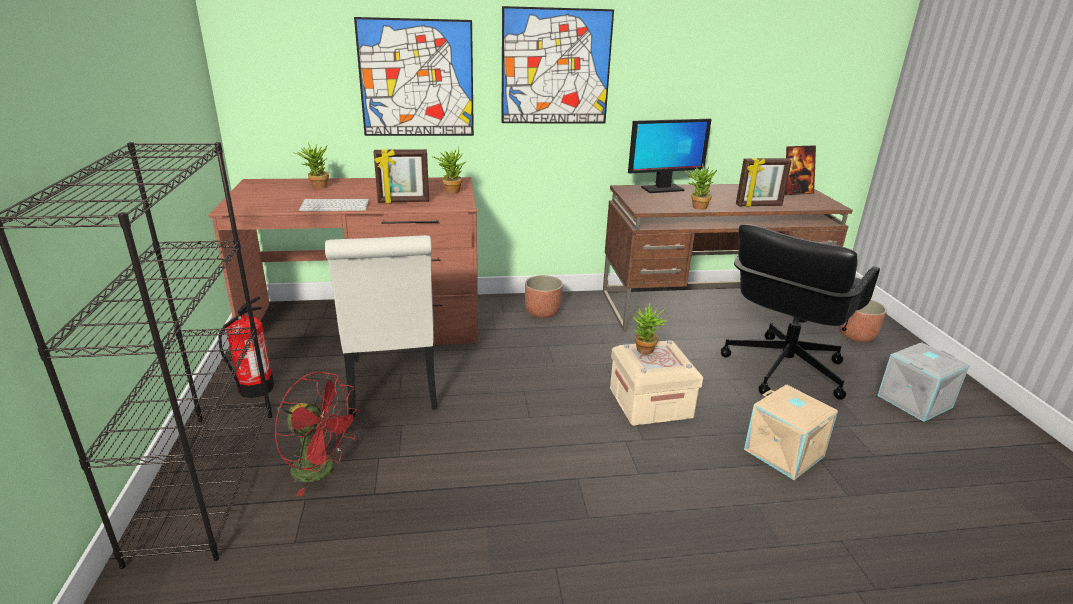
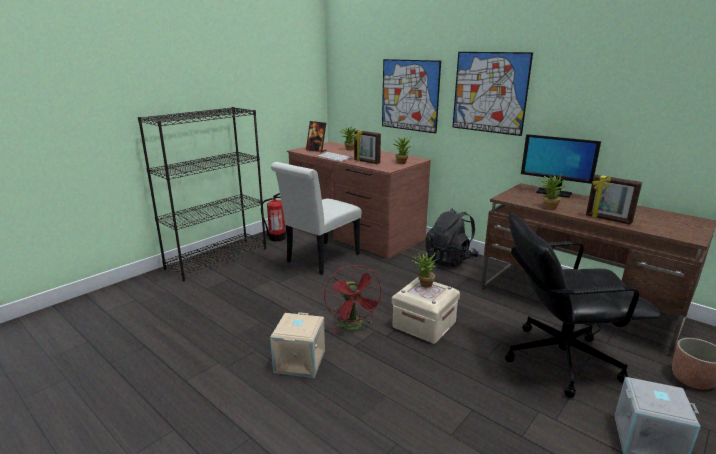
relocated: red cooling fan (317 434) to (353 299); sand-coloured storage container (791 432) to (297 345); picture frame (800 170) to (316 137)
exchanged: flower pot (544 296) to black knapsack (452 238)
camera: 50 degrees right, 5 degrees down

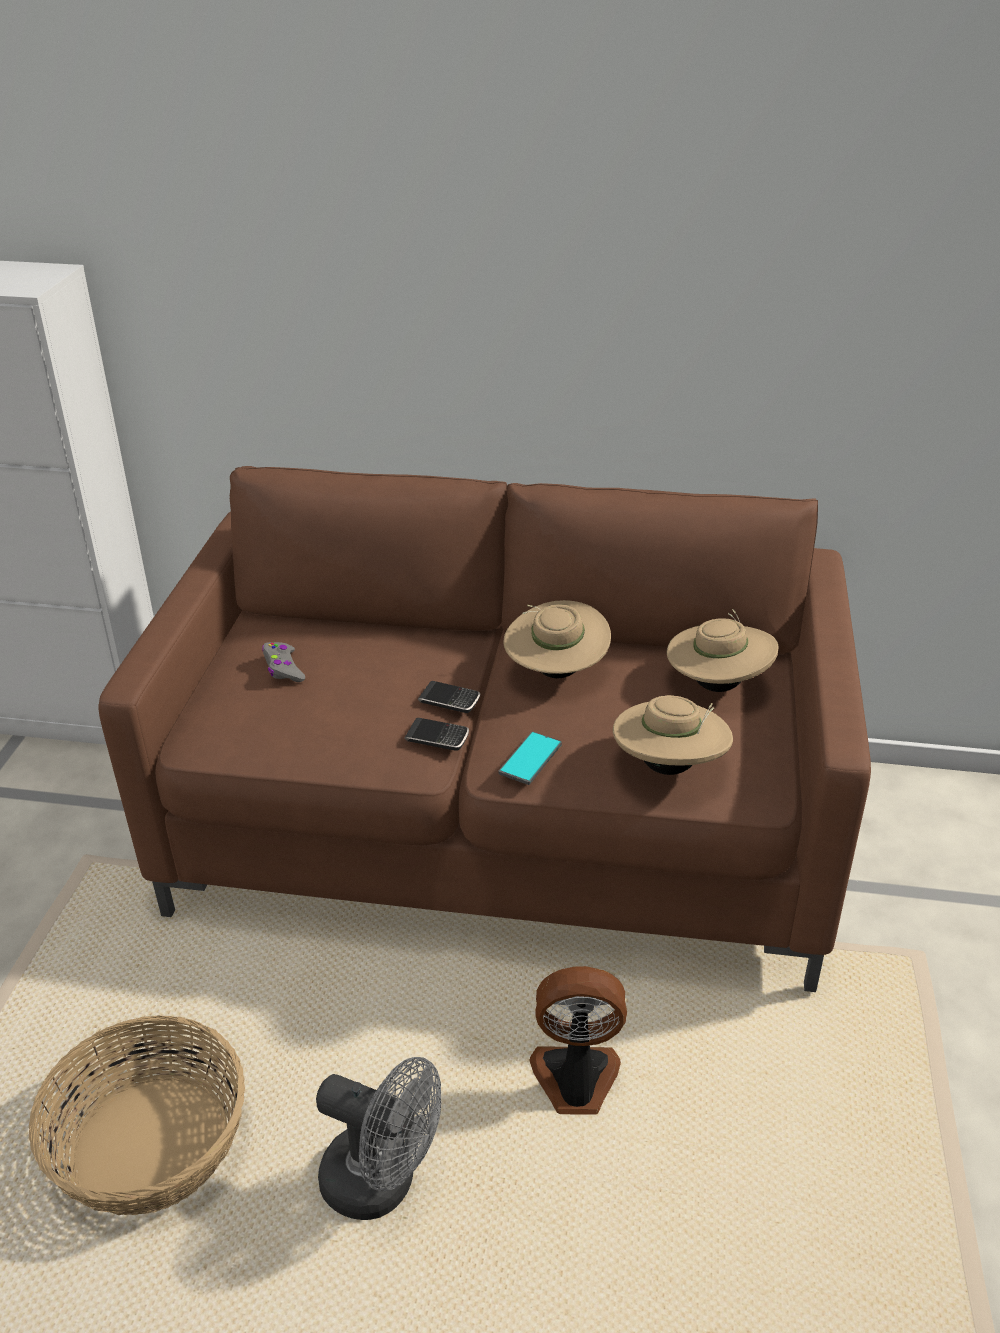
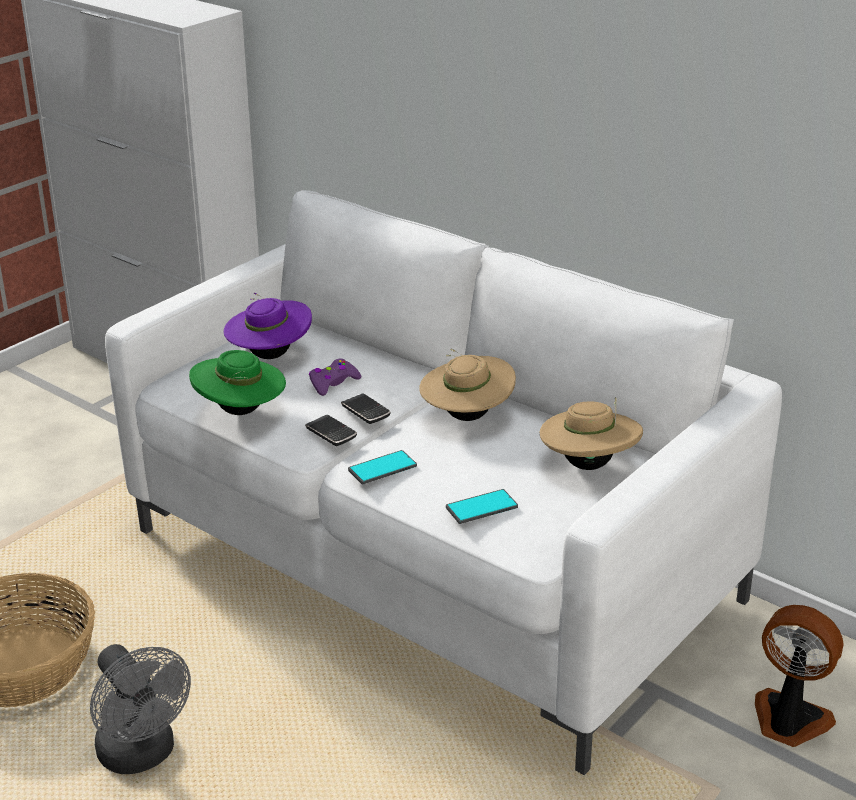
appeared: greenish hat (237 382); purple-coloured game controller (335 377)
relocated: cooling fan (578 1040) to (799 676)
exchanged: gray game controller (283 662) to purple-coloured hat (268 325); sand-coloured hat (673 735) to phone (482 506)
colour: brown-coloured sofa (484 729) to white-coloured sofa (443 482)
camera: 30 degrees right, 5 degrees down

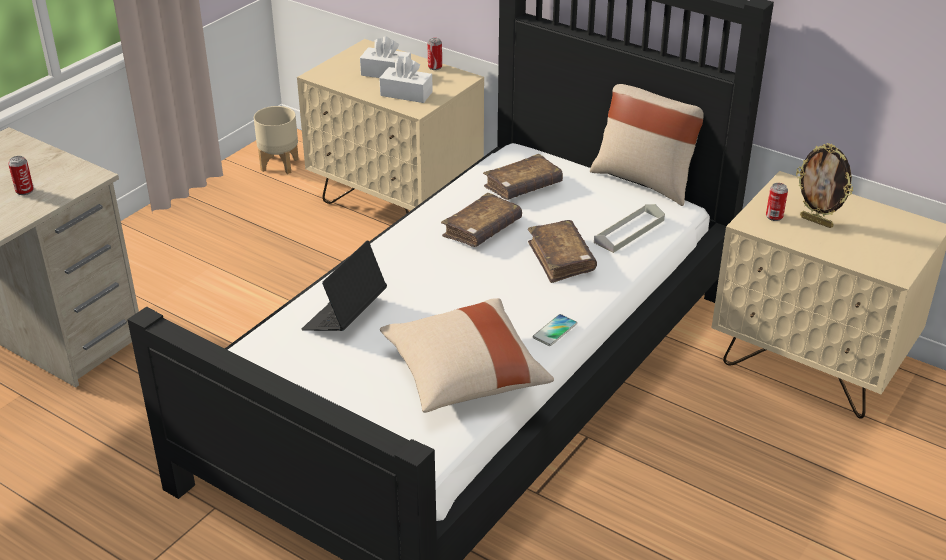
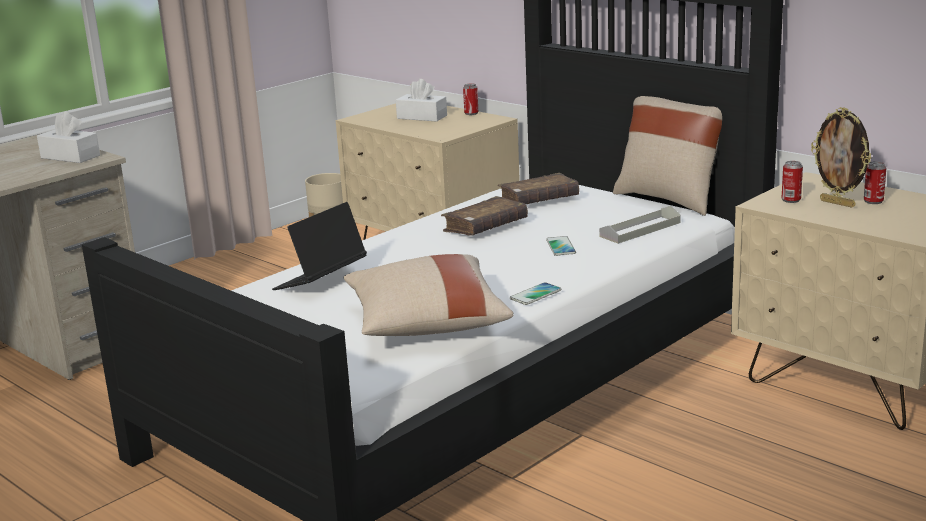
relocated: can (21 175) to (875 182); white-coloured tissue box (406 79) to (68 137)
exchanged: brown-coloured volume (562 251) to phone (561 246)
camera: 10 degrees right, 15 degrees down

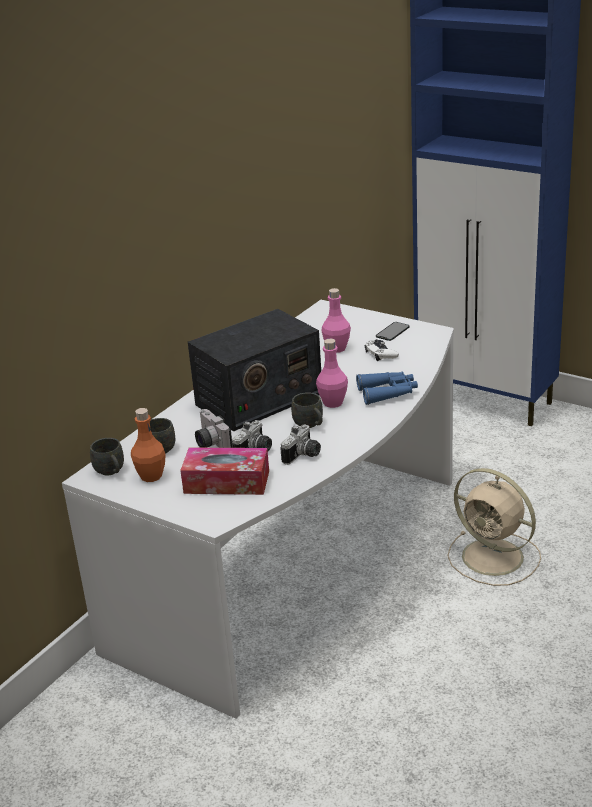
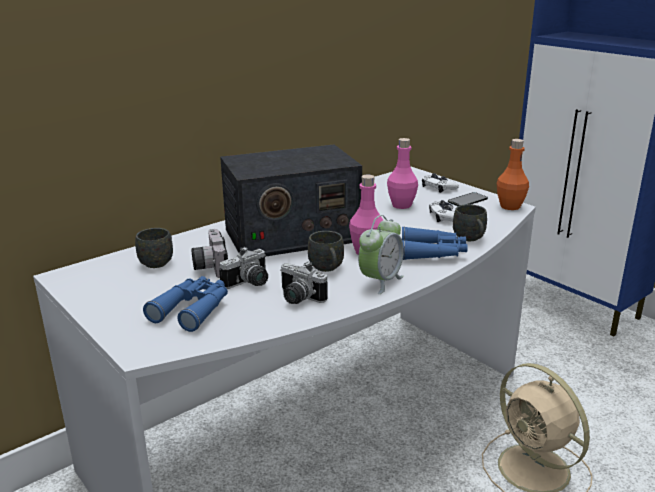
appeared: table clock (381 254); white-coloured game controller (440 183)
relocated: gray coffee mug (107 456) to (470 222); orange drink bottle (148 445) to (513 174)
exchanged: tissue box (224 471) to bluish binoculars (185 304)
spun: photo camera (300 444) = (304 282) 75 degrees clockwise
camera: 15 degrees right, 5 degrees down

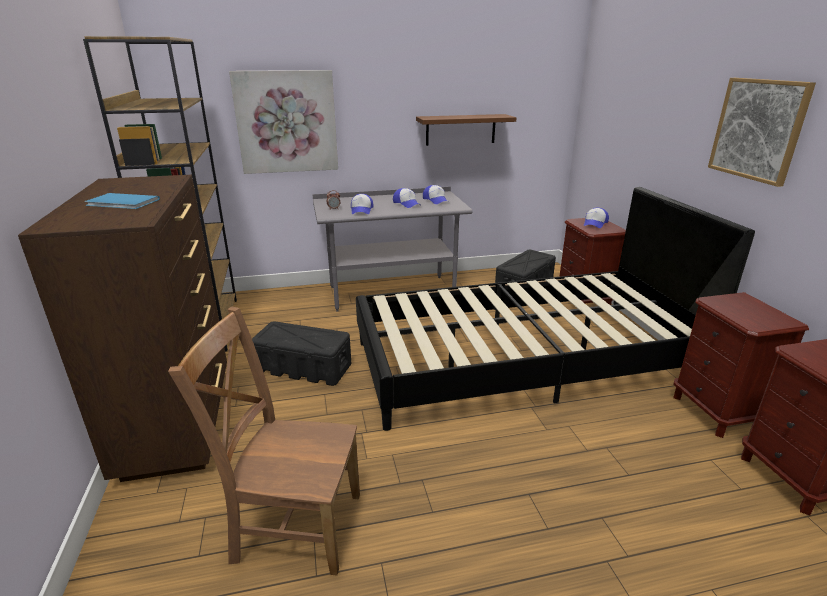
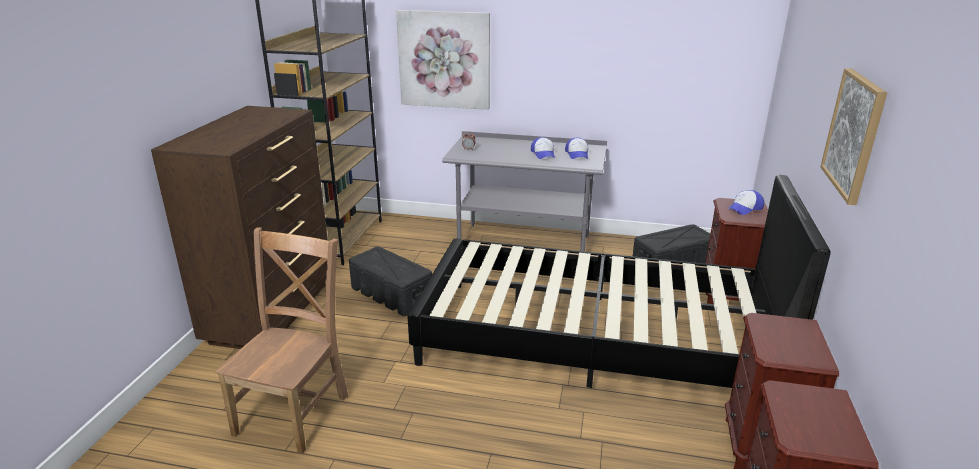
missing: bluish volume (122 201); cap (362 204); brown-coloured bracket shelf (466 130)
spun: brown-coloured upright chair (264 441) = (281 340) 75 degrees clockwise
camera: 25 degrees right, 0 degrees up

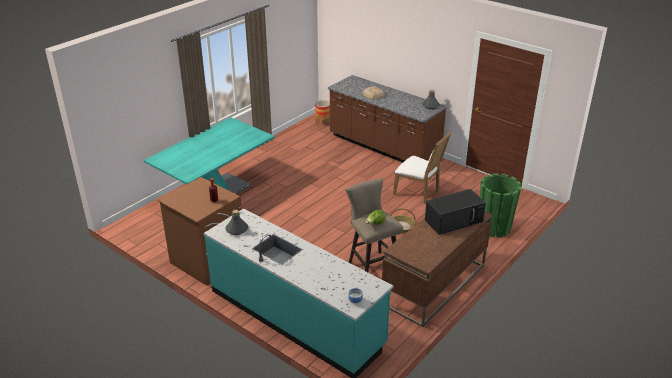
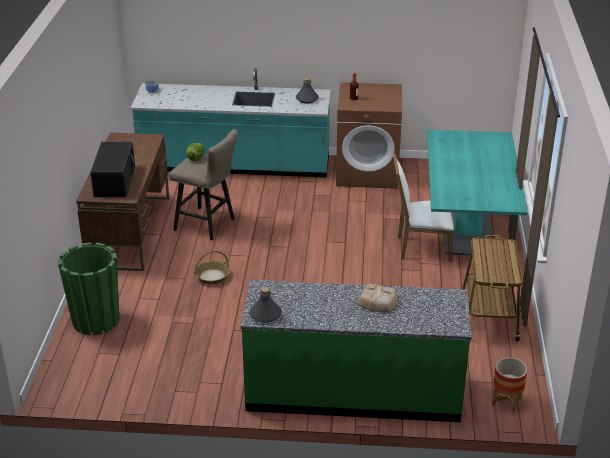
appeared: cart (492 288)
relocated: white-coloured upright chair (422 168) to (423 207)
colour: brown-coloured counter (387 119) to greenish counter (356 351)
spun: black microwave oven (455 212) = (112 169) 150 degrees clockwise
camera: 145 degrees right, 0 degrees up

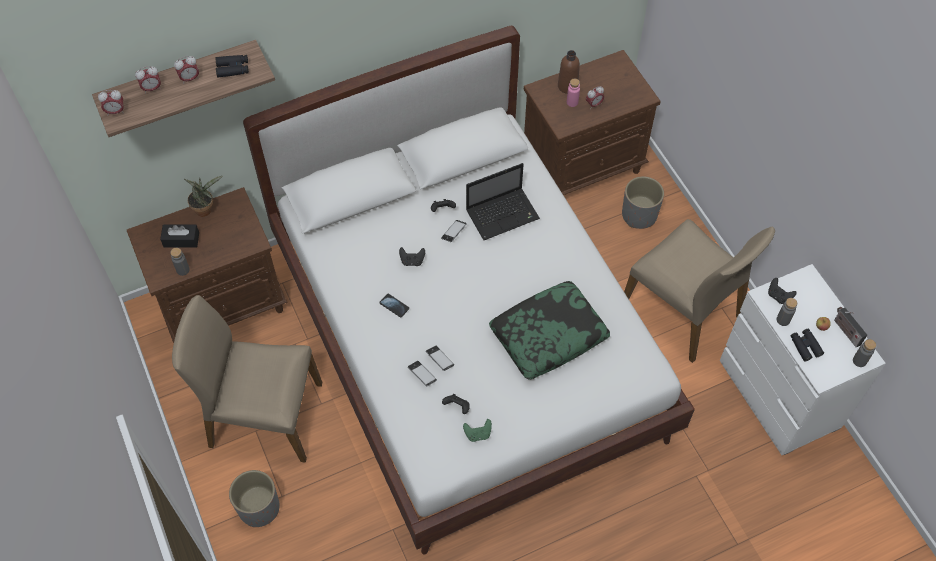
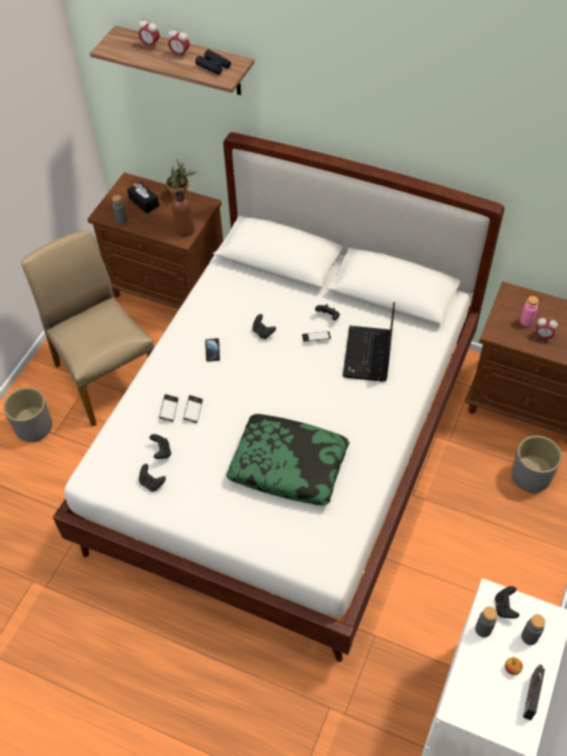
missing: table clock (111 103); sand-coloured upright chair (699 291); black binoculars (807 345)
relocated: brown-coloured drink bottle (569 72) to (183 214); gray drink bottle (864 353) to (533 629)
colour: greenish game controller (477 430) to black game controller (152 478)
spun: portable computer (503 201) = (369 342) 75 degrees clockwise
camera: 50 degrees right, 5 degrees down

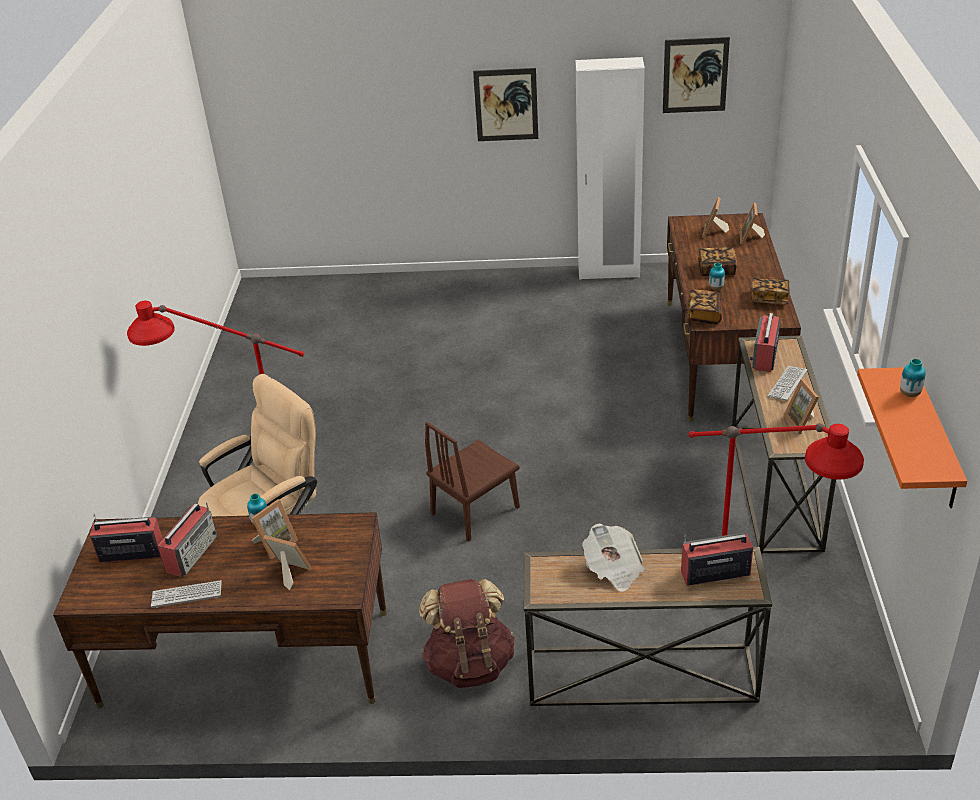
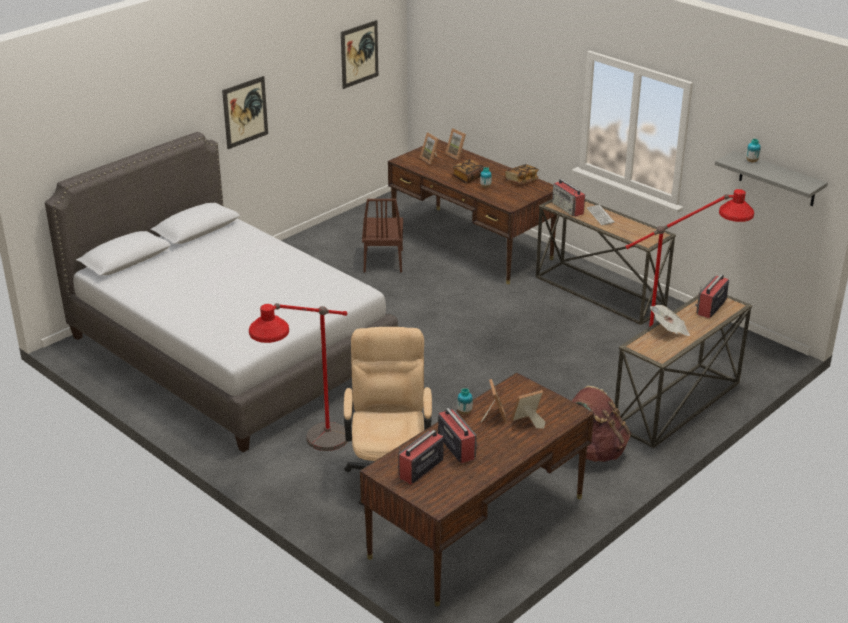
missing: PC keyboard (186 594); white-coloured wardrobe (610 168); volume (704 306); picture frame (801 406)
appeared: gray bed (221 292)
relocated: brown-coloured upright chair (472 482) to (382 236)
colour: orange bracket shelf (912 437) to gray bracket shelf (771 178)
camera: 50 degrees left, 5 degrees down

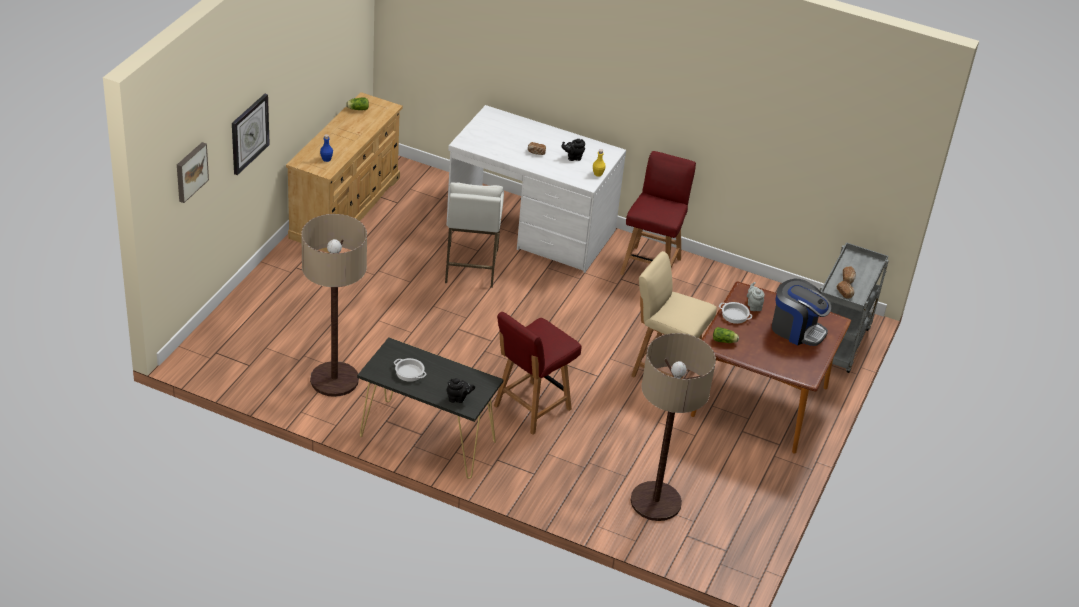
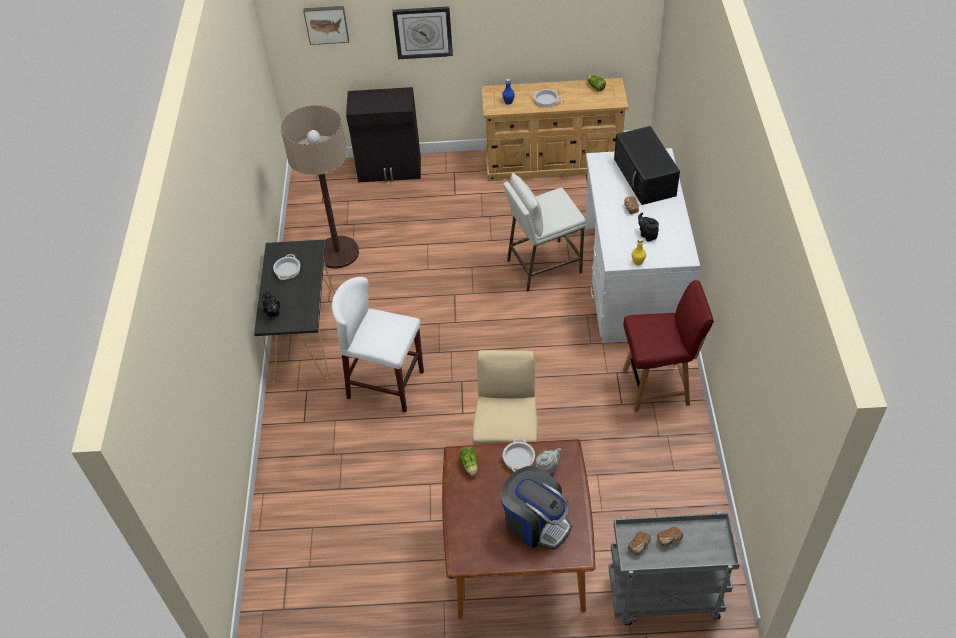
missing: floor lamp (673 427)
appeared: black cabinet (383 134); saucepot (546 98); black microwave oven (647 165)
exchanged: red upright chair (537 373) to white-coloured sitting stool (378 344)
spun: coffee maker (801 312) = (536 508) 60 degrees counterclockwise
camera: 70 degrees right, 10 degrees up

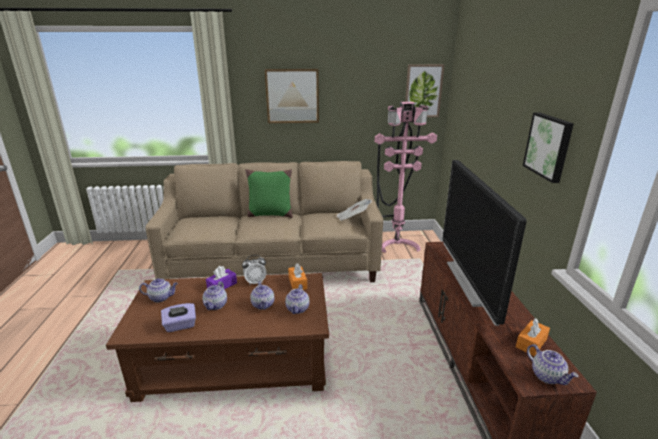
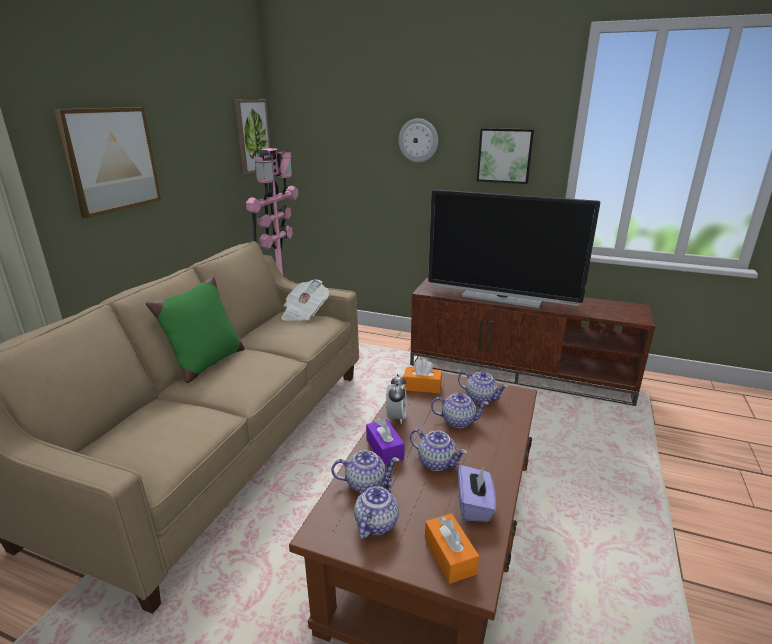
appeared: wall clock (418 140)
relocated: orange tissue box (533 337) to (452 548); pot for tea (553 364) to (365 471)
camera: 65 degrees left, 0 degrees up

